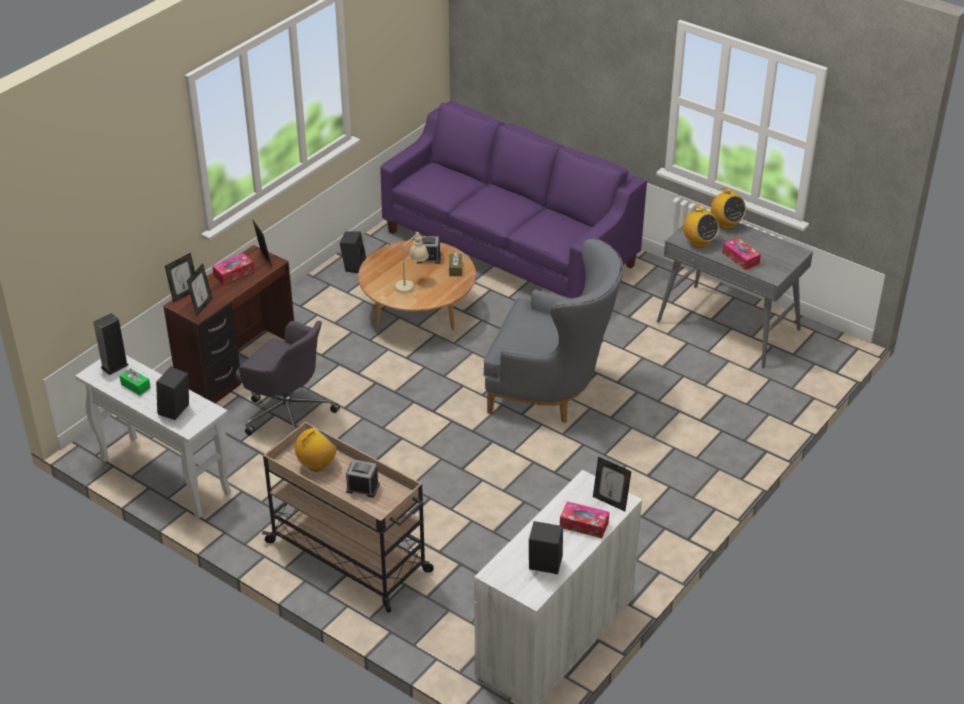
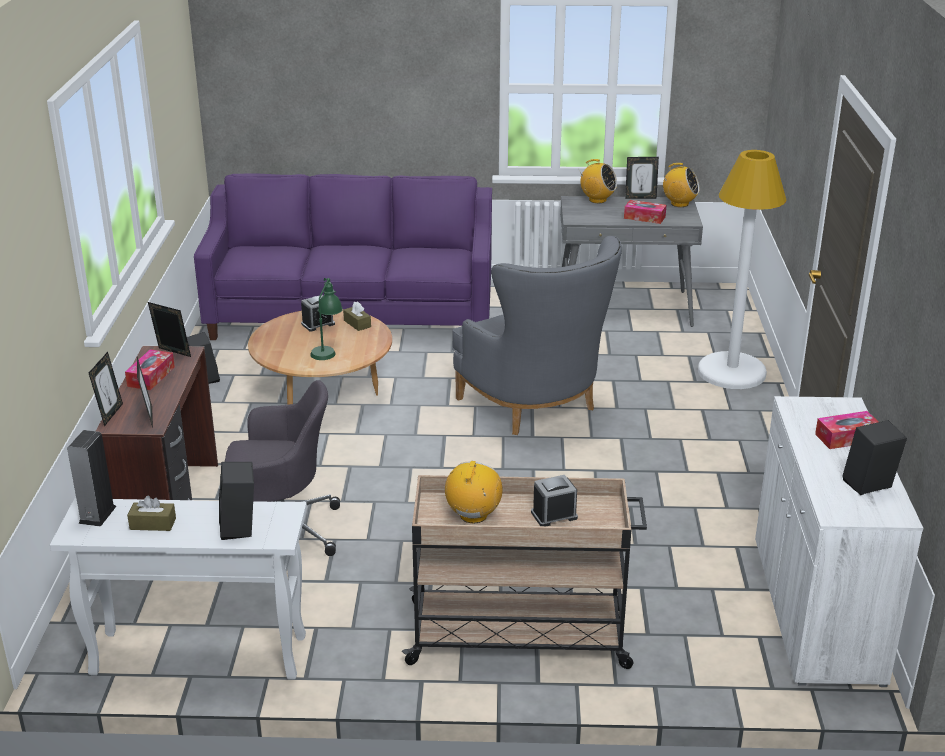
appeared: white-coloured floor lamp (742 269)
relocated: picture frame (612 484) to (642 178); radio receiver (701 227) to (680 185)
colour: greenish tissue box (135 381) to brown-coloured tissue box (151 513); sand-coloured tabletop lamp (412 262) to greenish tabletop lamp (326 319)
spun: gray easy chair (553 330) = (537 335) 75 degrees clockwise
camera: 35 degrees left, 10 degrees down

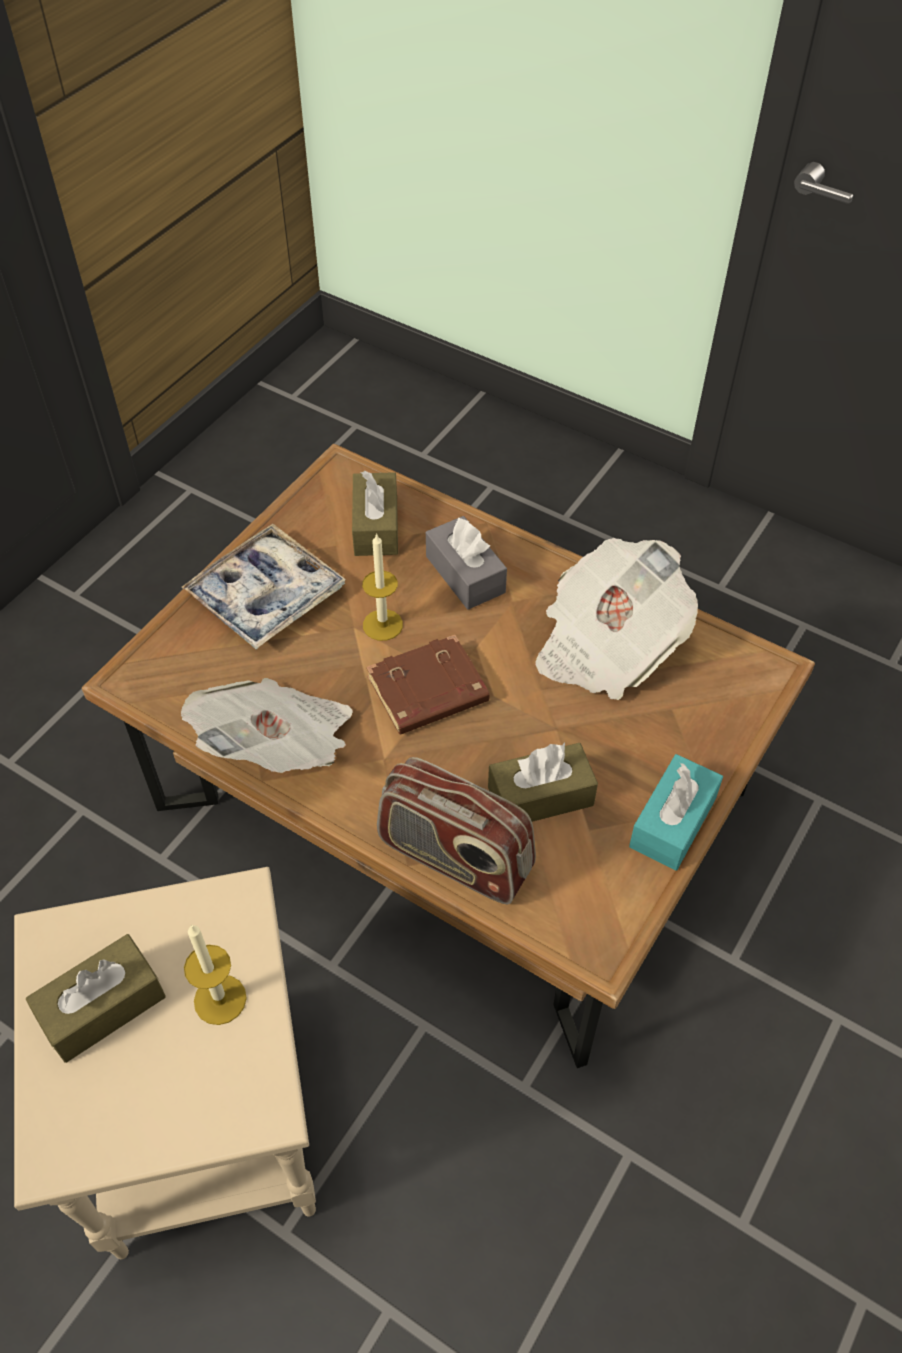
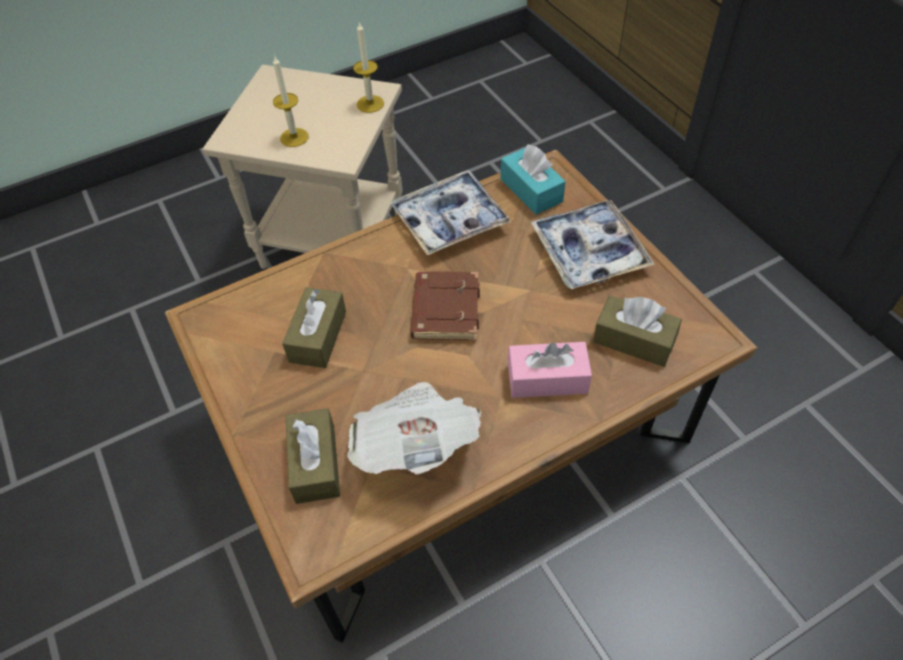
missing: radio receiver (456 831)
relocated: brown-coloured tissue box (96 998) to (312 456); candle (382 587) to (368 68); blue-green tissue box (676 812) to (533 179)
exchanged: printed paper (267 725) to tray (450 212)
colour: gray tissue box (466 563) to pink-coloured tissue box (550 370)
camera: 120 degrees right, 0 degrees up

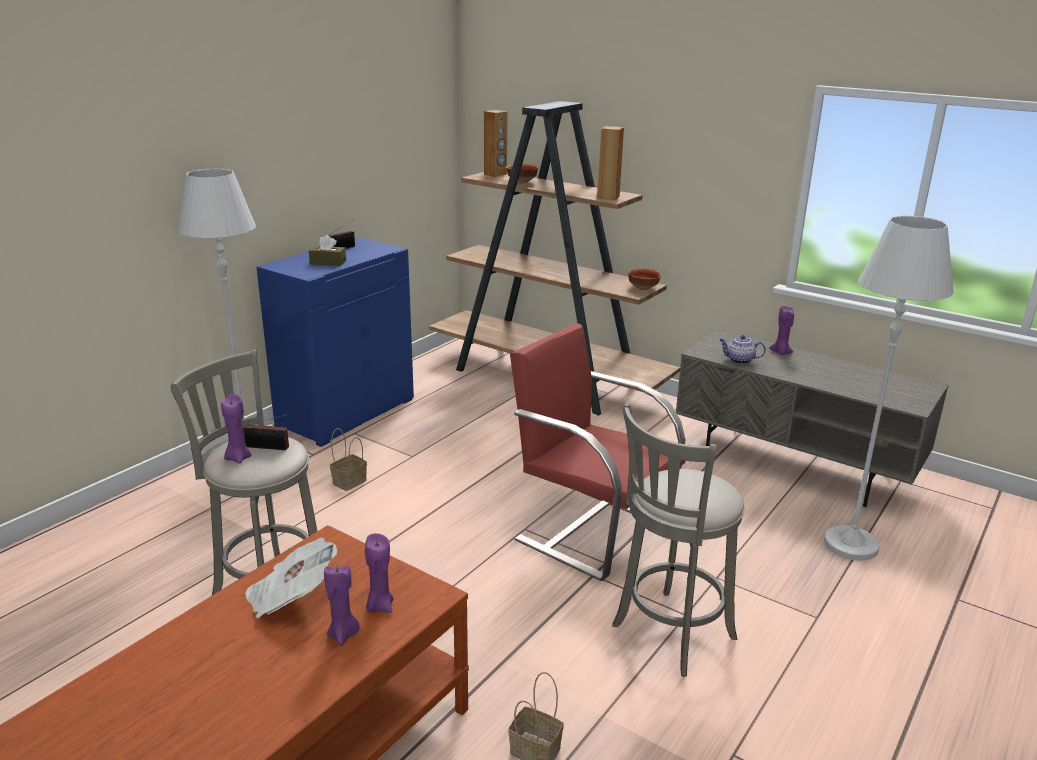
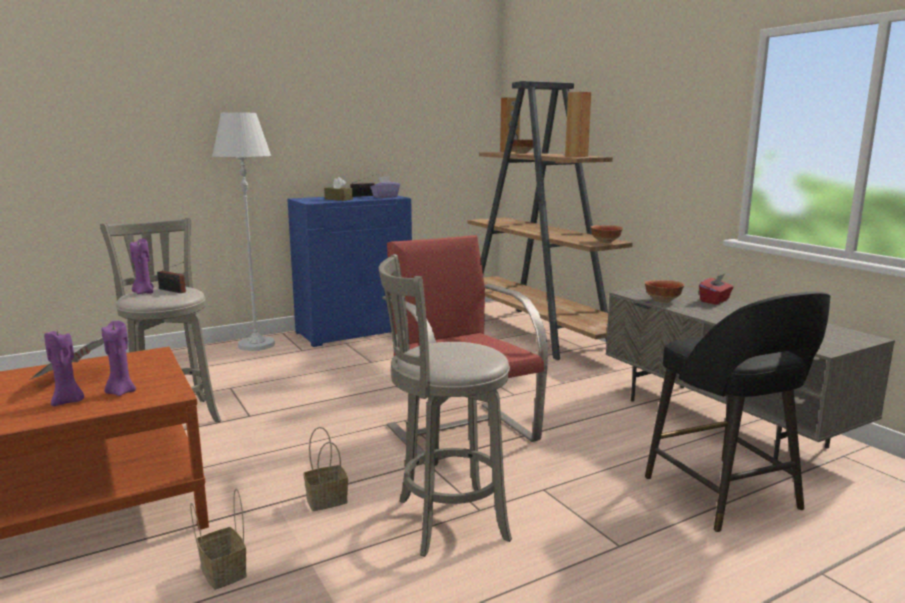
appeared: purple-coloured tissue box (385 187)
relocated: storage basket (348 459) to (326 469)
exchanged: pot for tea (742 349) to deep dish (664 291); purple-coloured candle (781 330) to red tissue box (716 289); white-coloured floor lamp (888 388) to black sitting stool (738 411)
camera: 25 degrees right, 10 degrees down

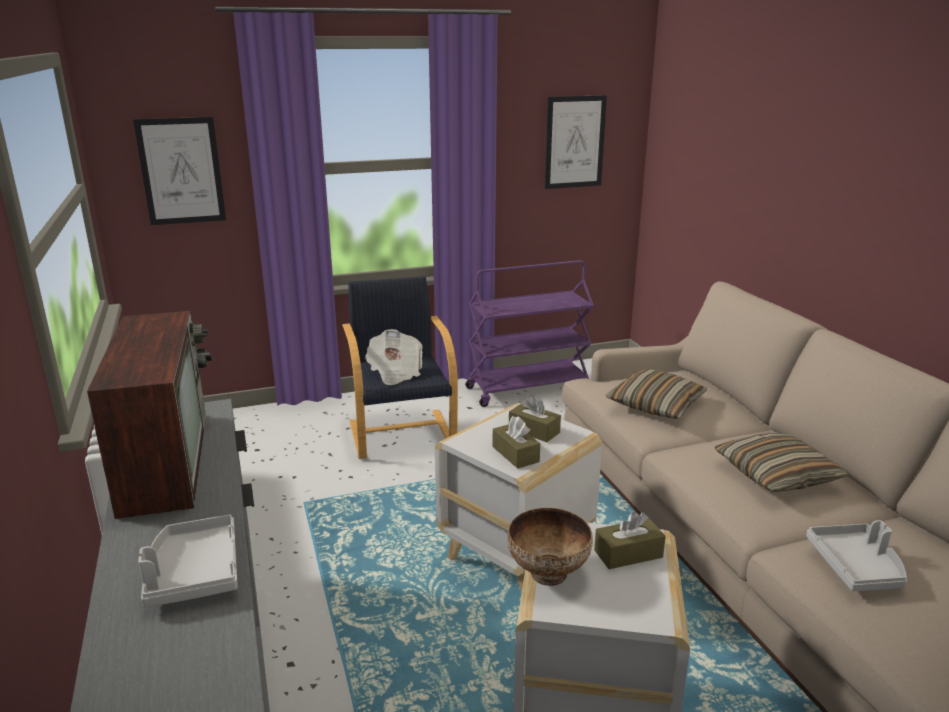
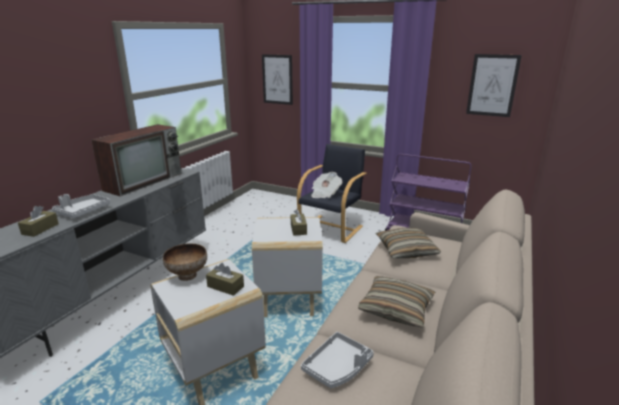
relocated: brown-coloured tissue box (516 442) to (38 221)
camera: 45 degrees right, 0 degrees up

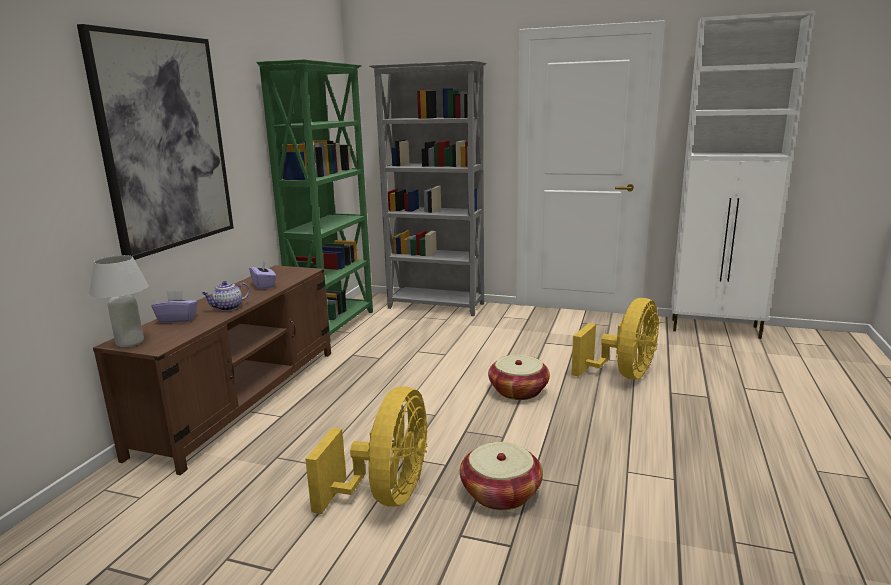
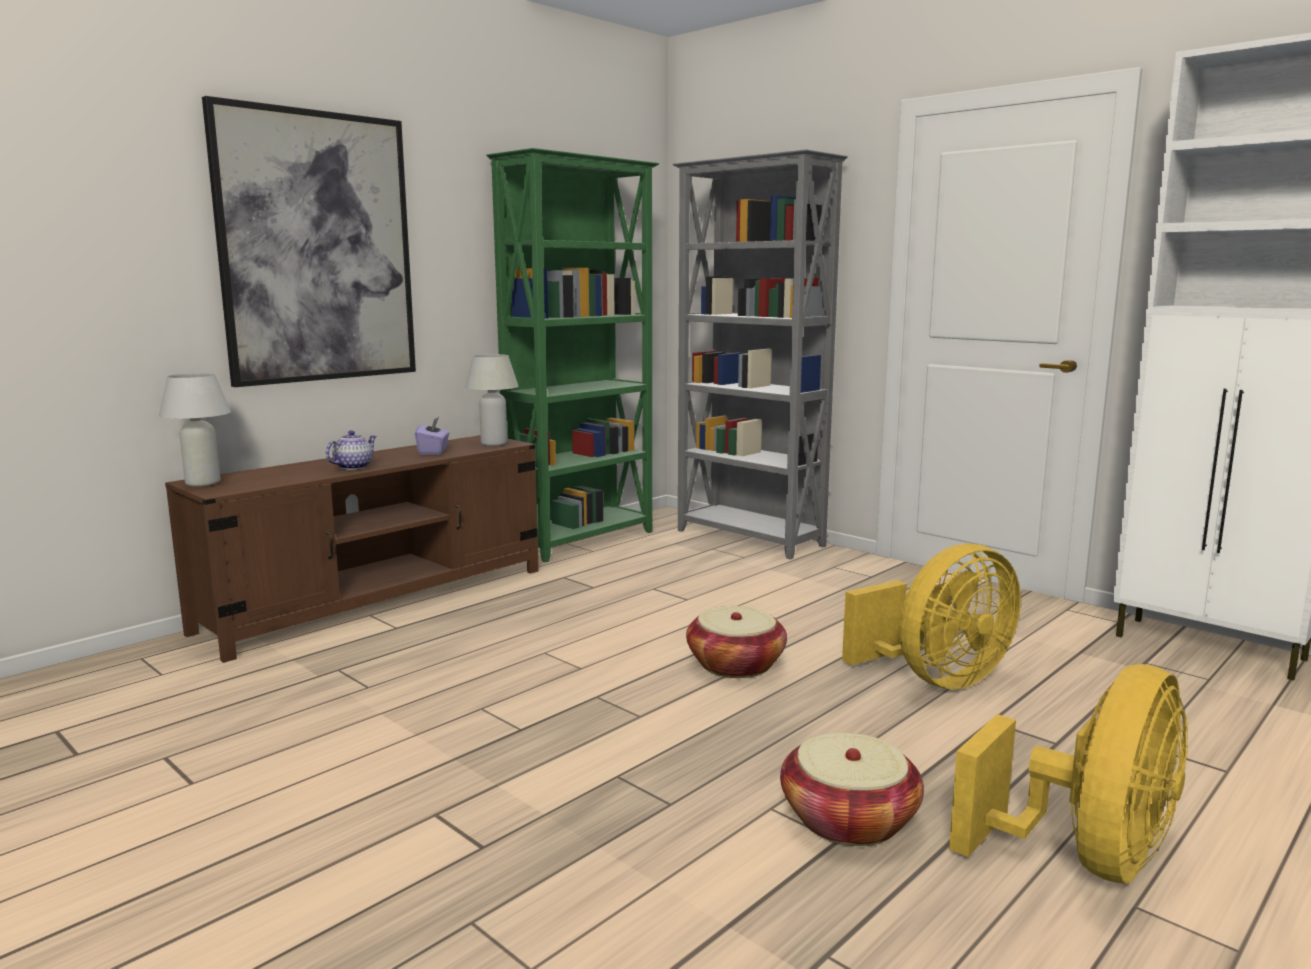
missing: purple-coloured tissue box (175 306)
appeared: white-coloured tabletop lamp (492 400)
relocated: yellowish cooling fan (366 450) to (1068 774); storage basket (501 476) to (852 789)
spun: pot for tea (226 296) = (351 450) 135 degrees clockwise
camera: 25 degrees right, 5 degrees down

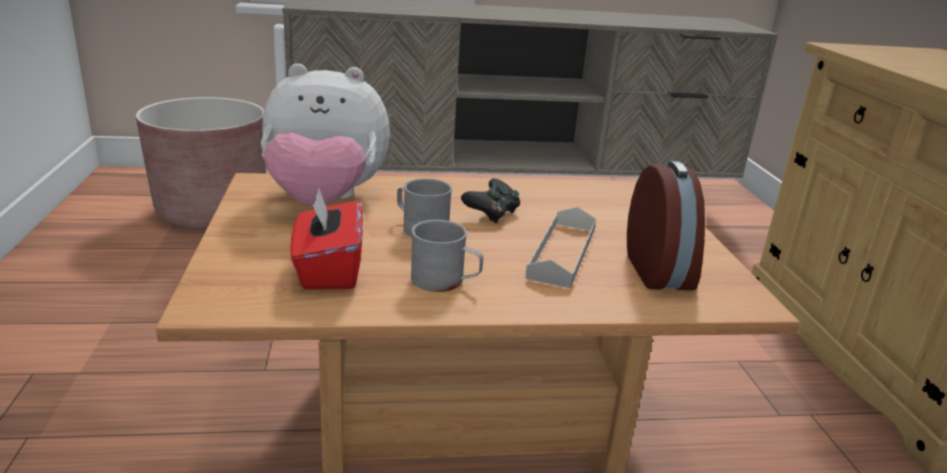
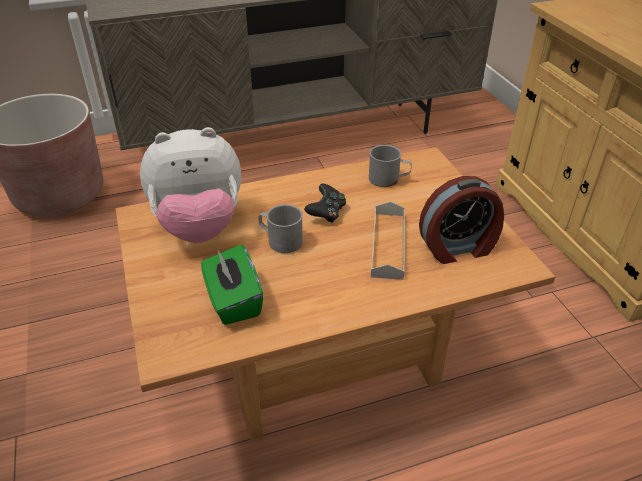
relocated: gray coffee mug (447 256) to (390 166)
colour: red tissue box (326 239) to greenish tissue box (232 285)
spun: table clock (666 225) = (461 220) 90 degrees clockwise
camera: 10 degrees left, 15 degrees up

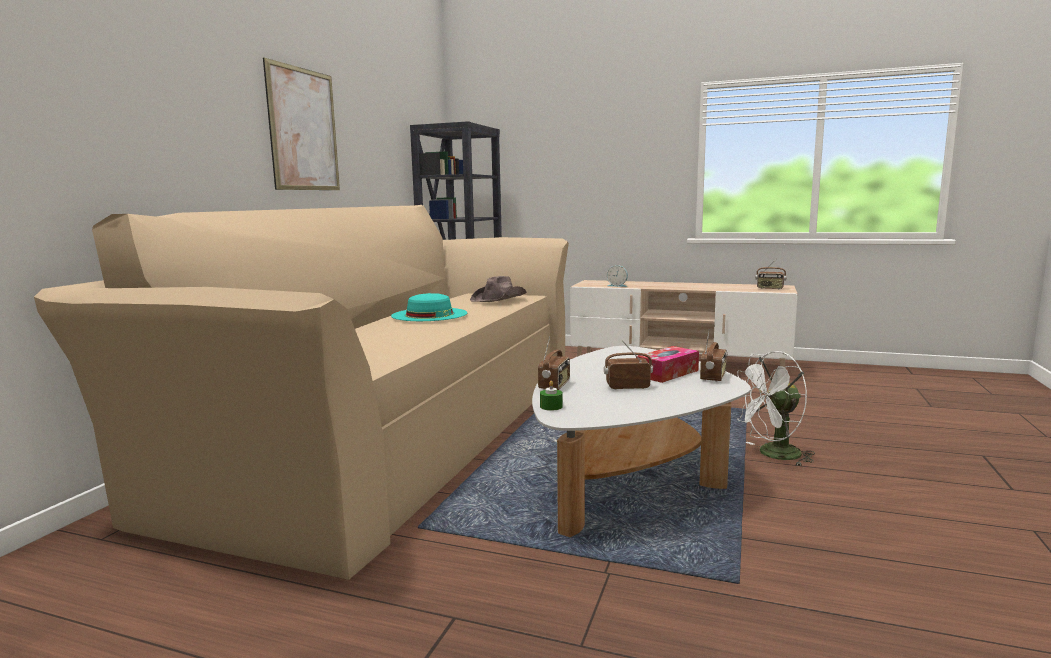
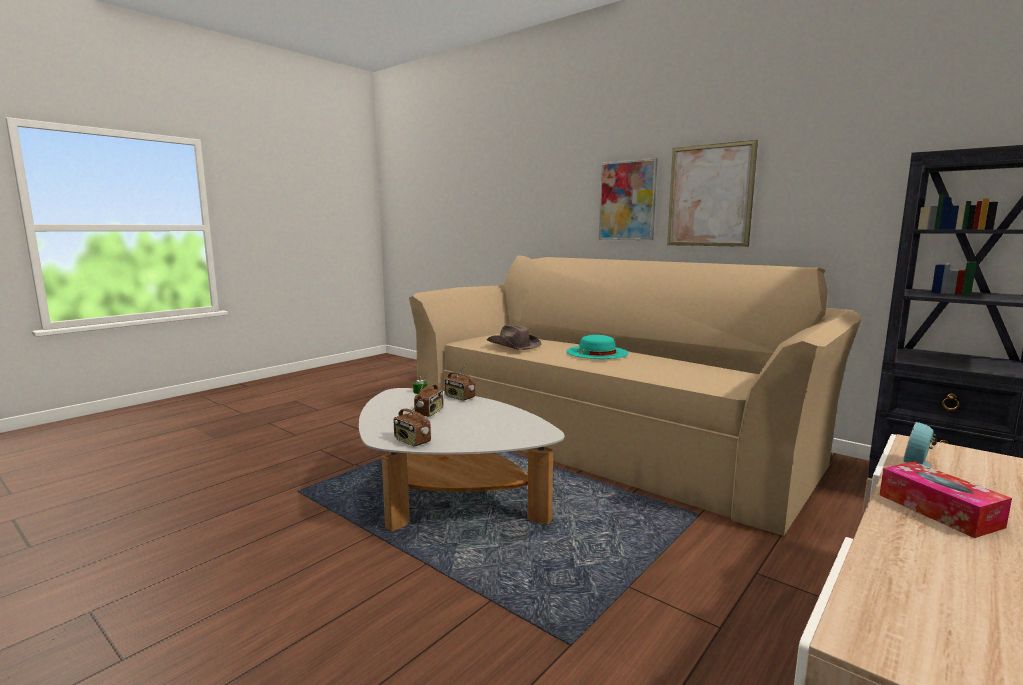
missing: white-coloured cooling fan (776 408); radio receiver (771 274)
appeared: wall art (628 199)
relocated: brown-coloured hat (498 289) to (514 337); tissue box (667 364) to (946 499)
camera: 110 degrees right, 0 degrees up

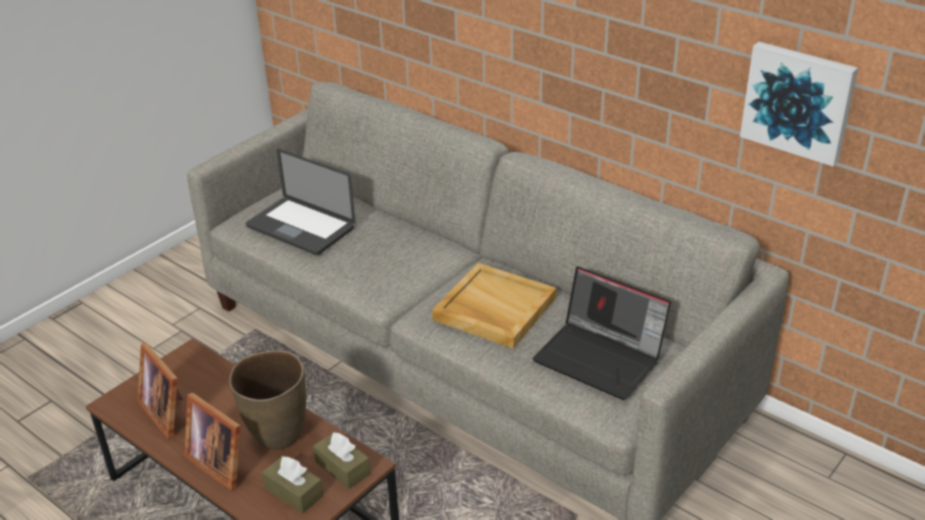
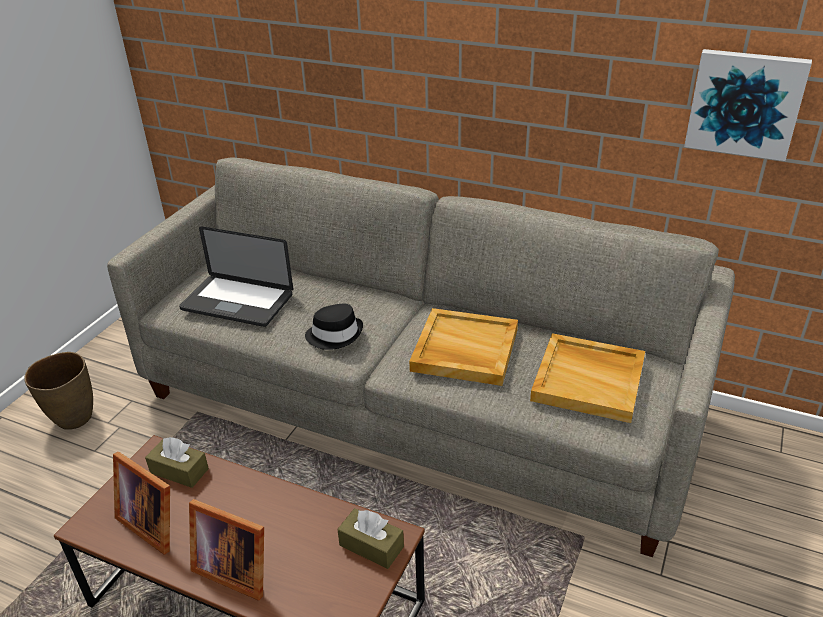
appeared: black hat (334 327)
relocated: brown-coloured vase (267 400) to (58 391); brown-coloured tissue box (292 484) to (177 462)
exchanged: portable computer (602 333) to sand-coloured tray (587 378)
camera: 15 degrees left, 0 degrees up

